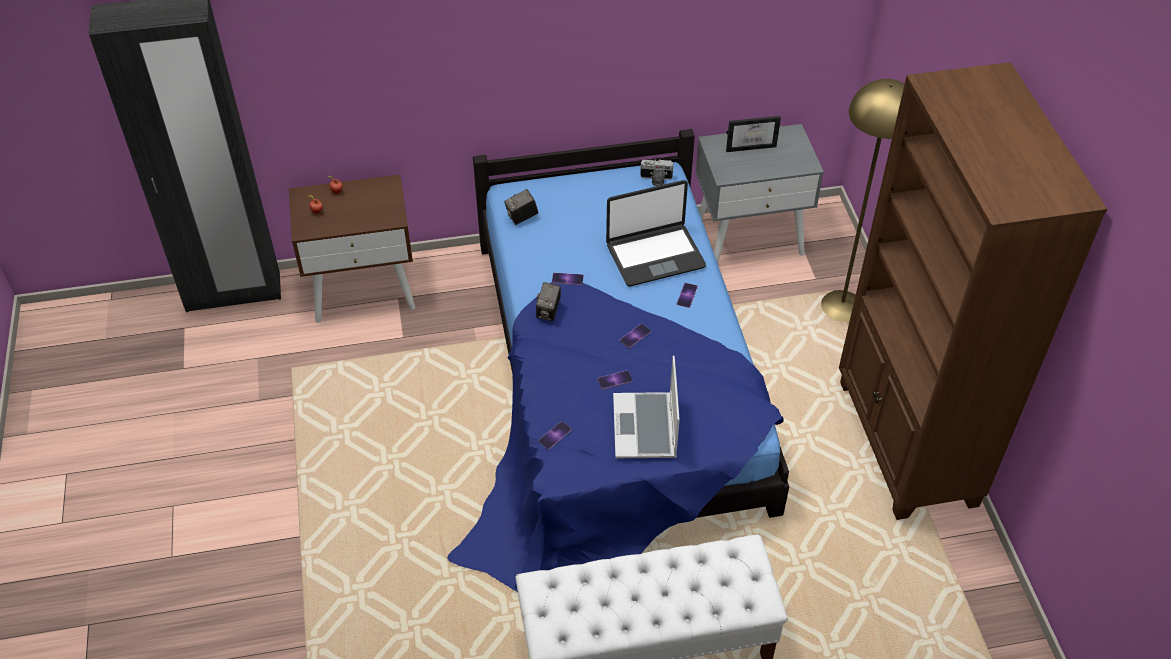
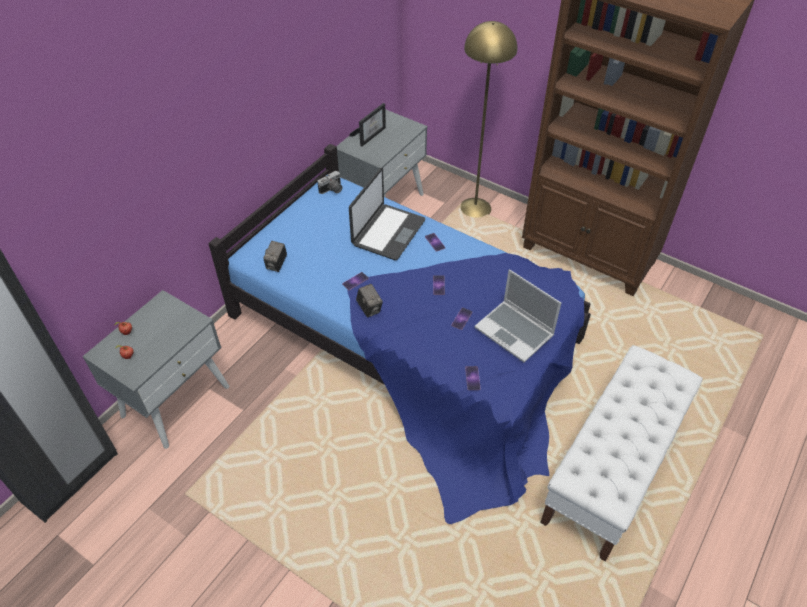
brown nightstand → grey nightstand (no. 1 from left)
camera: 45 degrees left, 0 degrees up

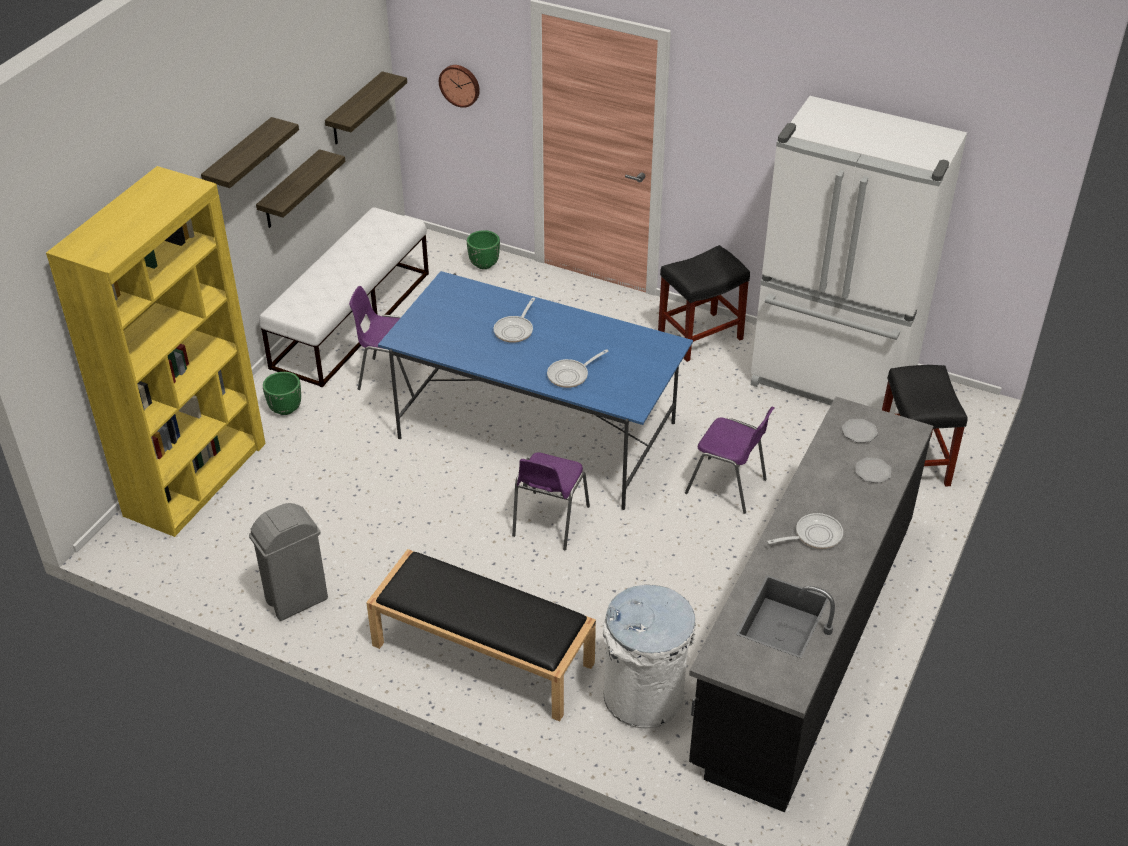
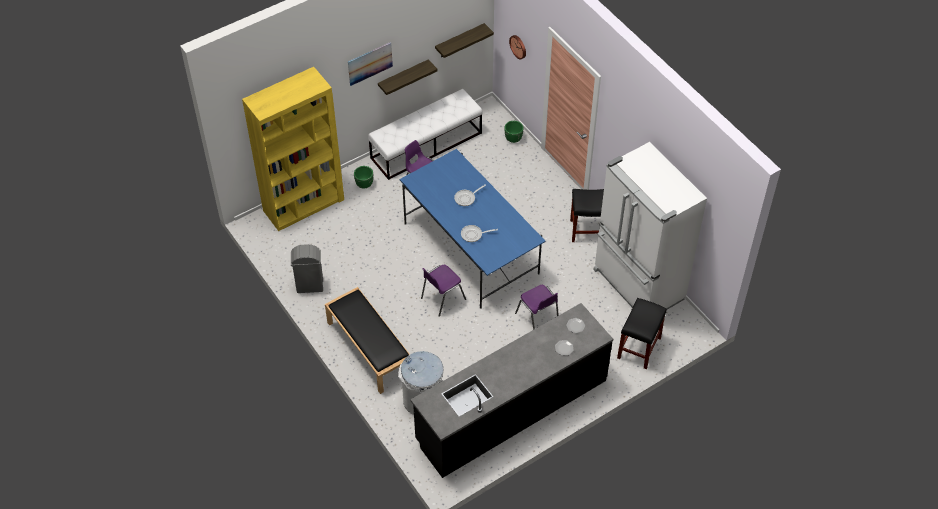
shelf (no. 1 from left) → picture
frying pan (no. 3 from left) → -
camera: 30 degrees right, 10 degrees up

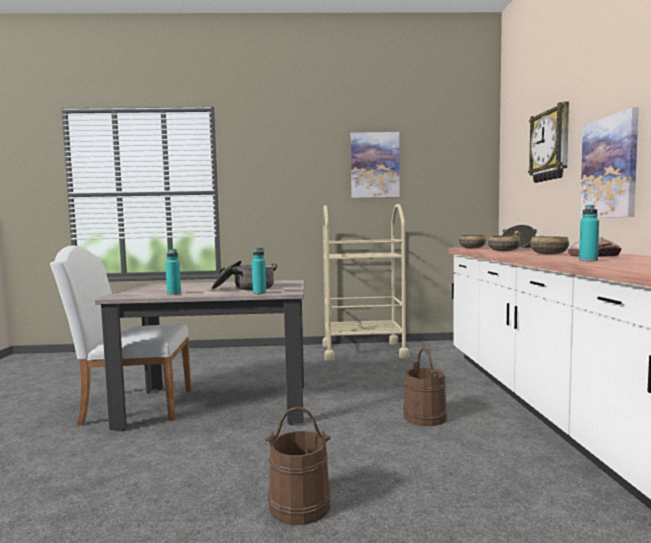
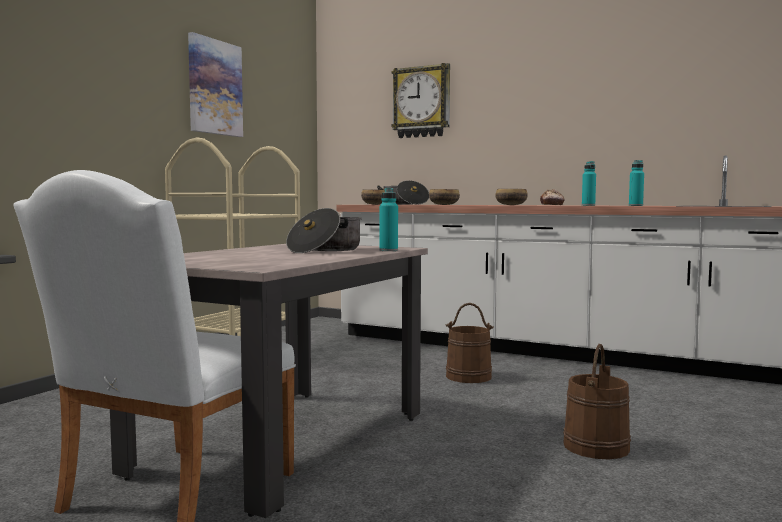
turquoise bottle (no. 1 from left in the first image) → turquoise bottle (no. 3 from left), relocated
picture (no. 2 from left) → -
camera: 60 degrees left, 0 degrees up

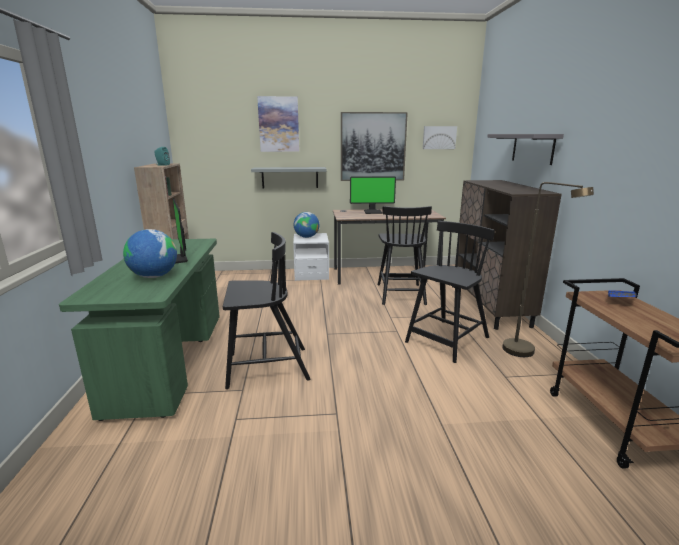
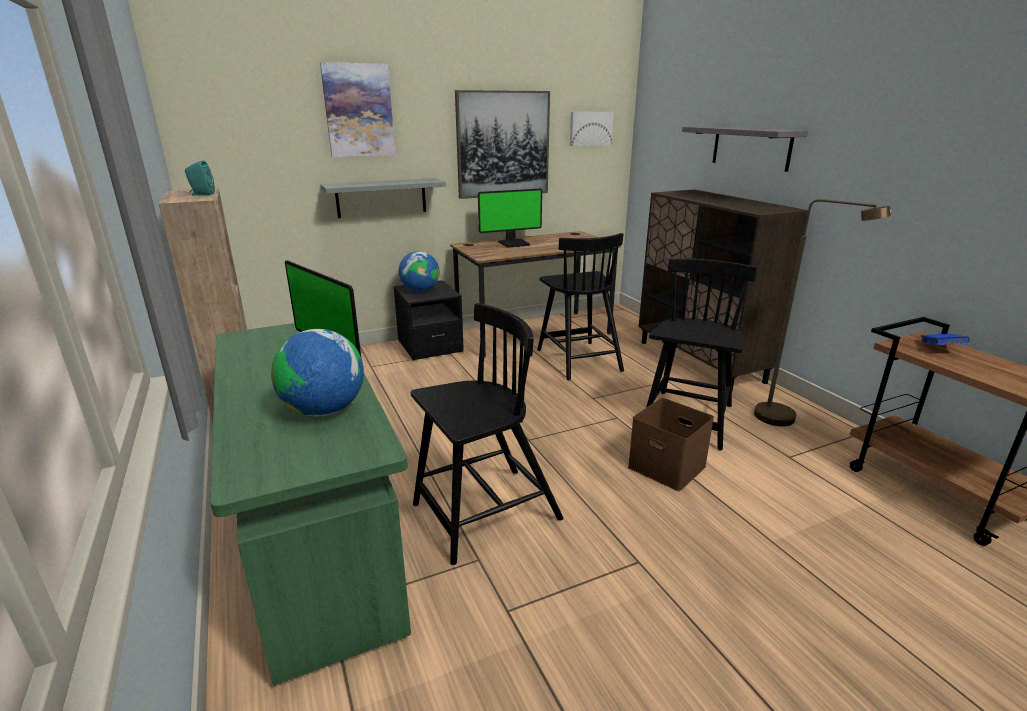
white nightstand → black nightstand
- → brown storage box
camera: 20 degrees left, 5 degrees up

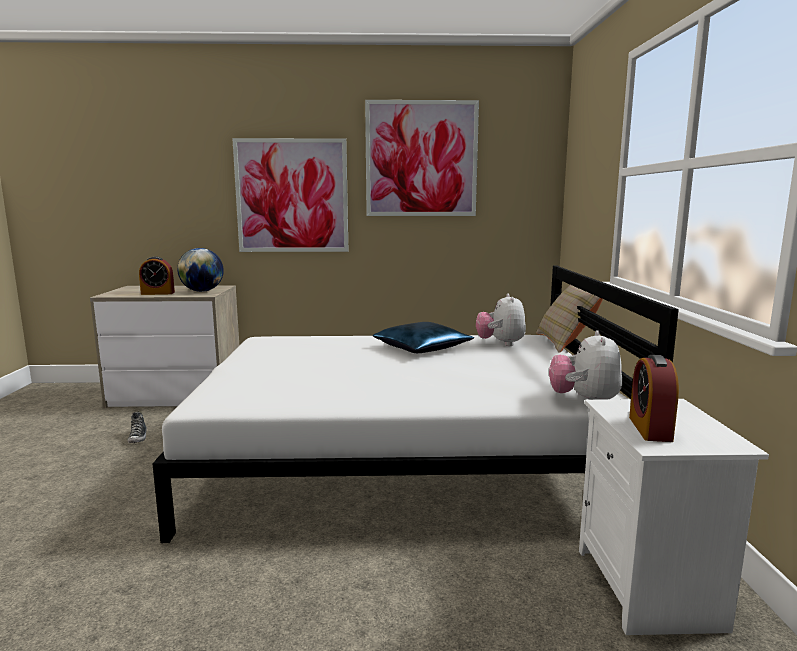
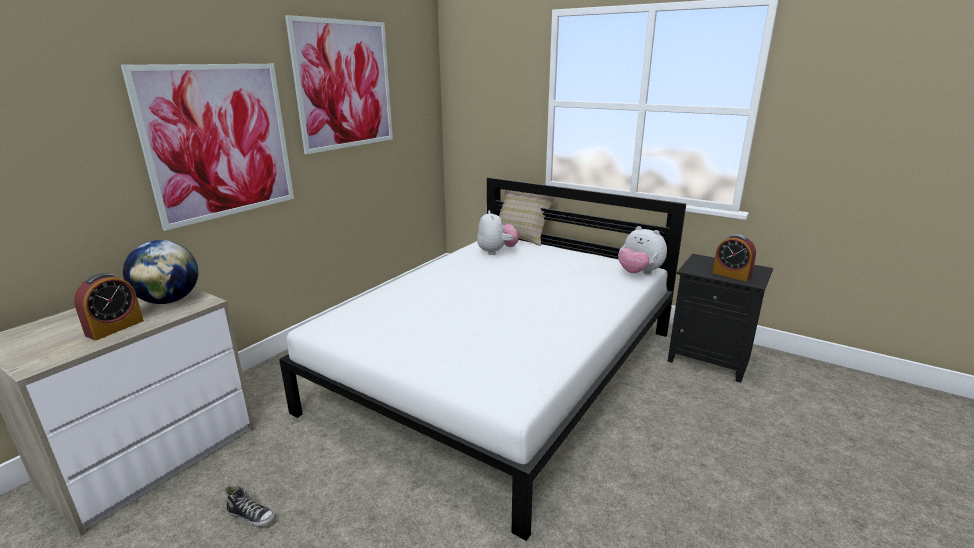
plush toy (no. 1 from left), 135 degrees counterclockwise
white nightstand → black nightstand
blue pillow → -
camera: 55 degrees left, 10 degrees up

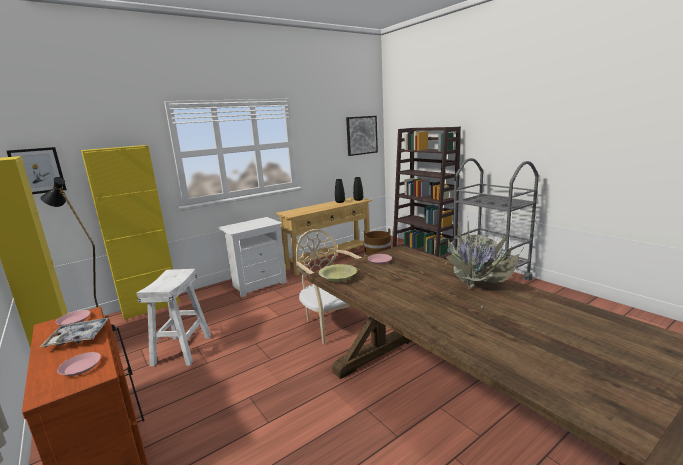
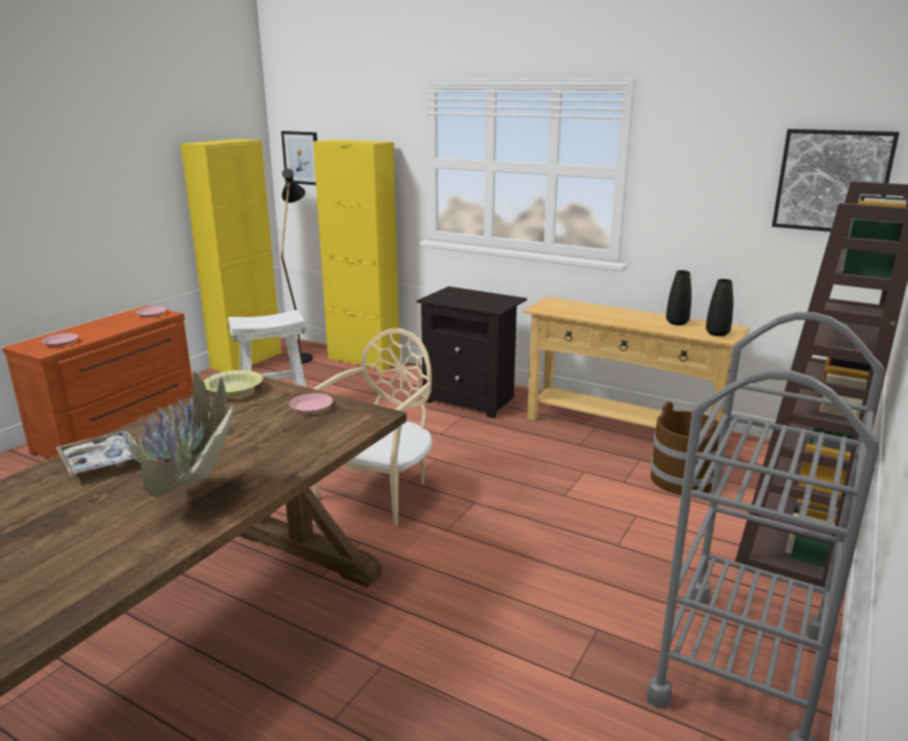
tray, relocated
white nightstand → black nightstand
camera: 65 degrees right, 5 degrees up

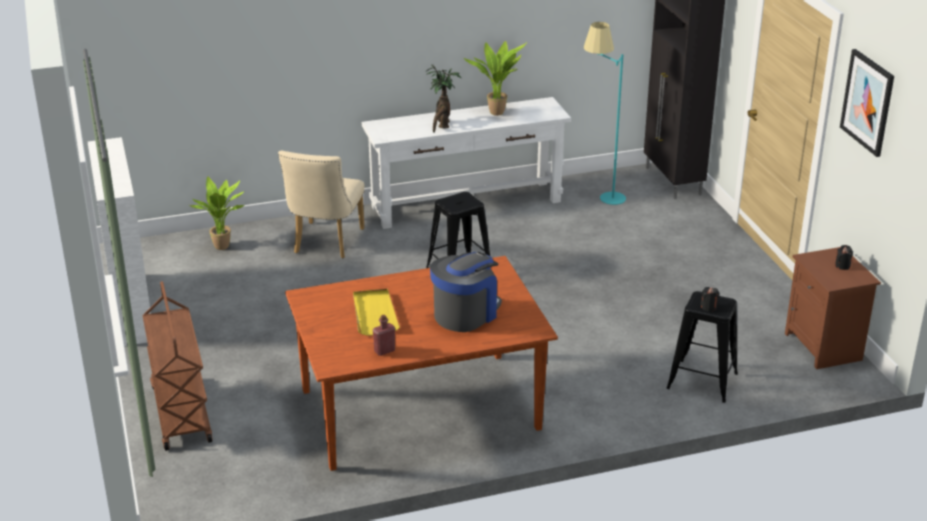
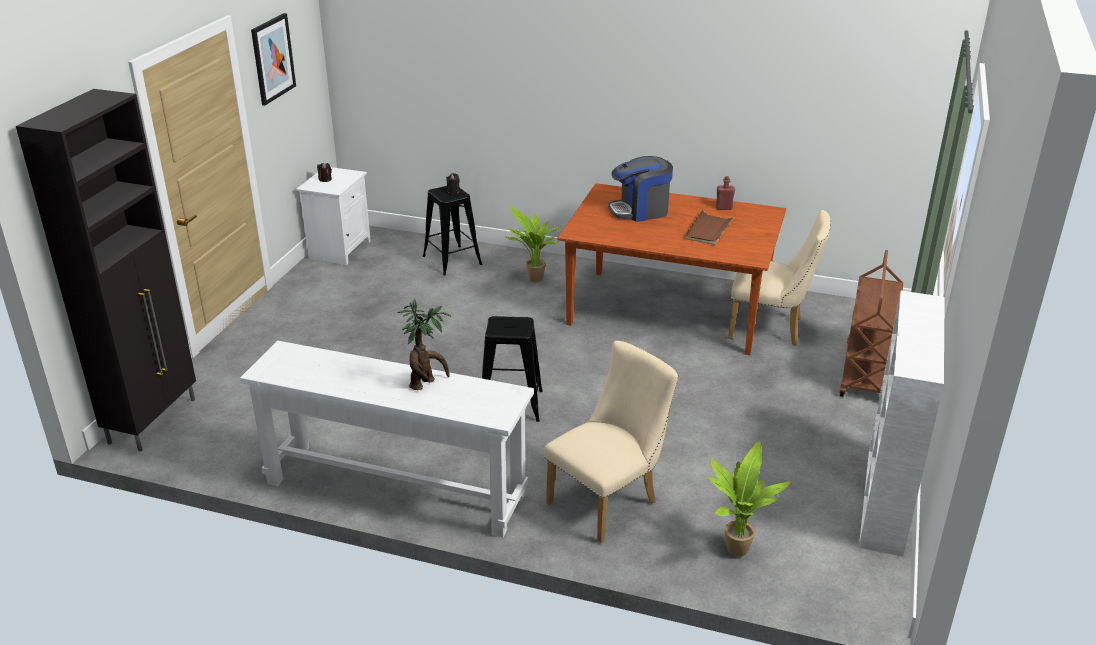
brown nightstand → white nightstand
potted plant (no. 3 from left in the first image) → potted plant (no. 2 from left), relocated
yellow tray → brown tray
- → beige chair (no. 2 from left)
turquoise floor lamp → -
camera: 145 degrees left, 0 degrees up

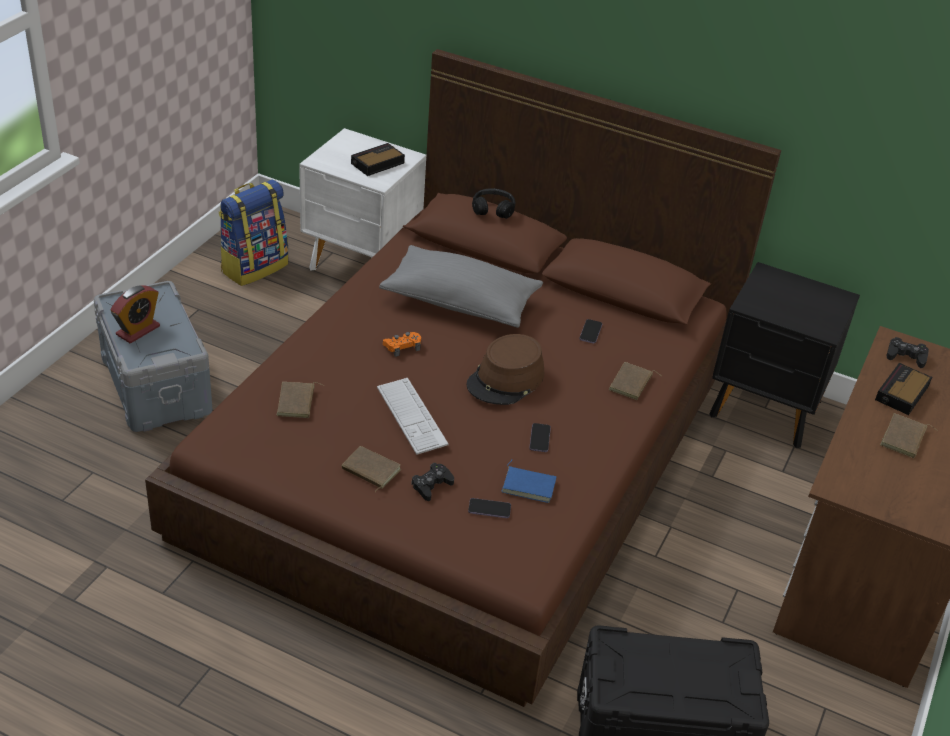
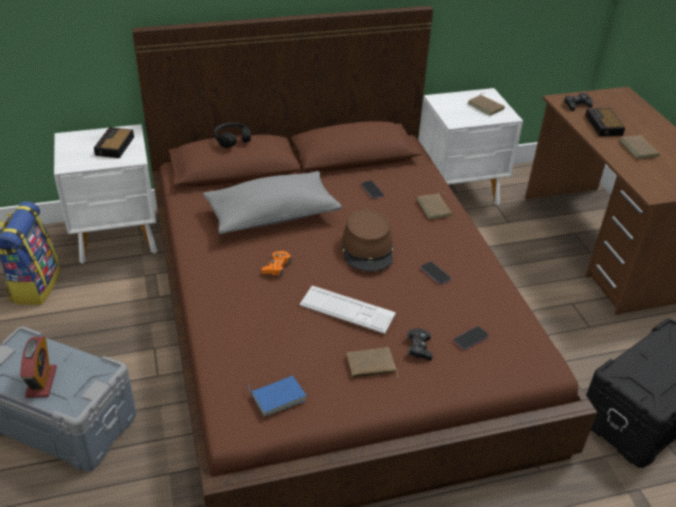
blue book, relocated
black nightstand → white nightstand (no. 2 from left)
brown book (no. 1 from left in the first image) → brown book (no. 3 from left), relocated
camera: 40 degrees left, 0 degrees up

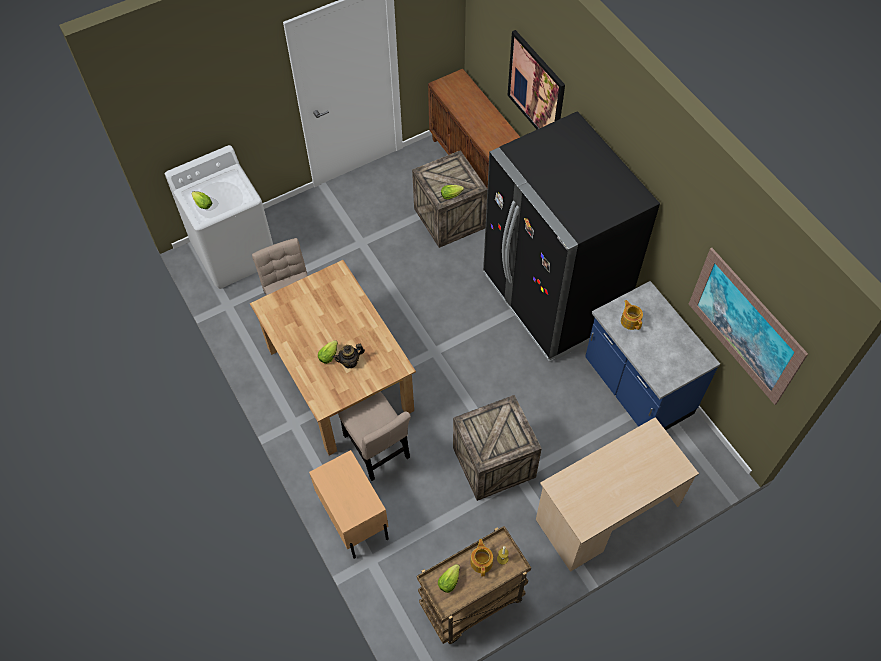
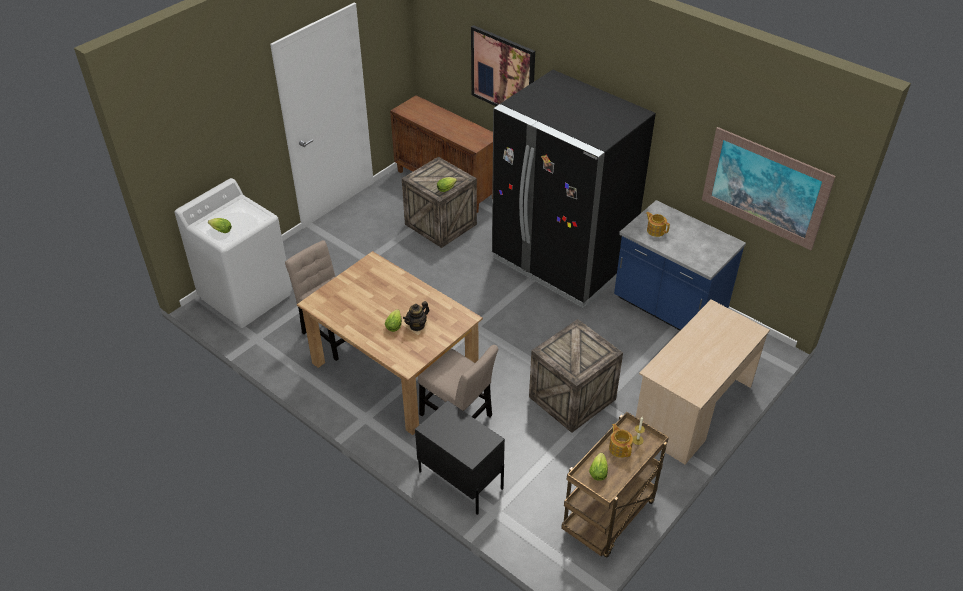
beige nightstand → black nightstand
camera: 20 degrees left, 15 degrees down

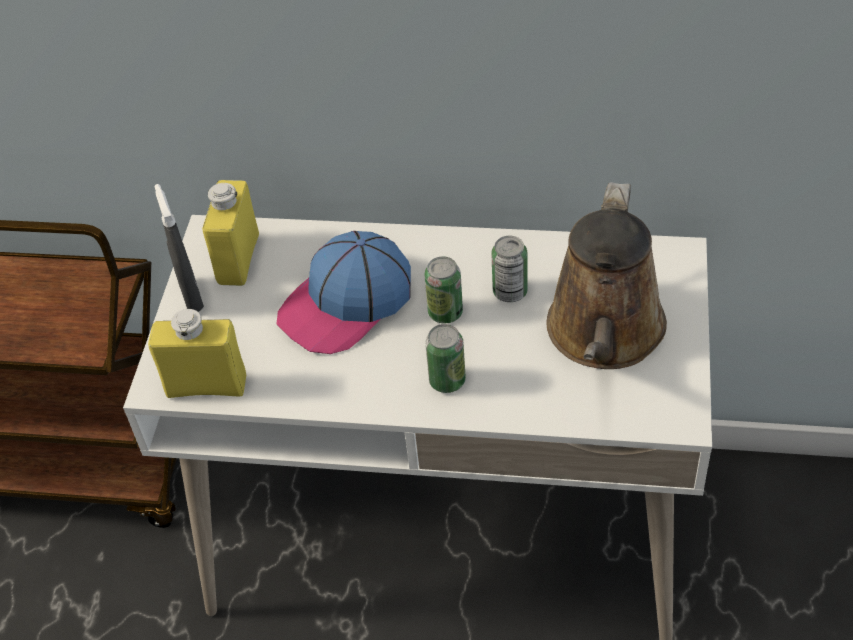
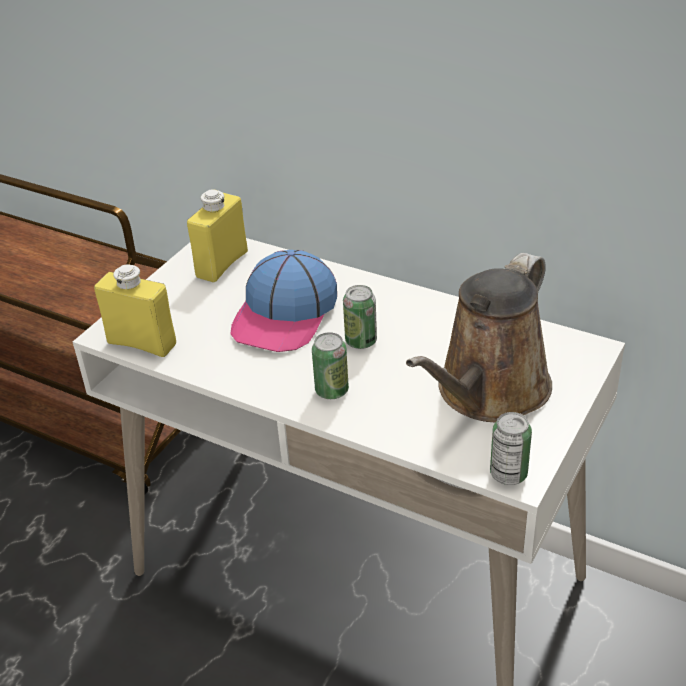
cap, 45 degrees counterclockwise
can (no. 3 from left), relocated
grey spray bottle → -
camera: 20 degrees right, 10 degrees down

